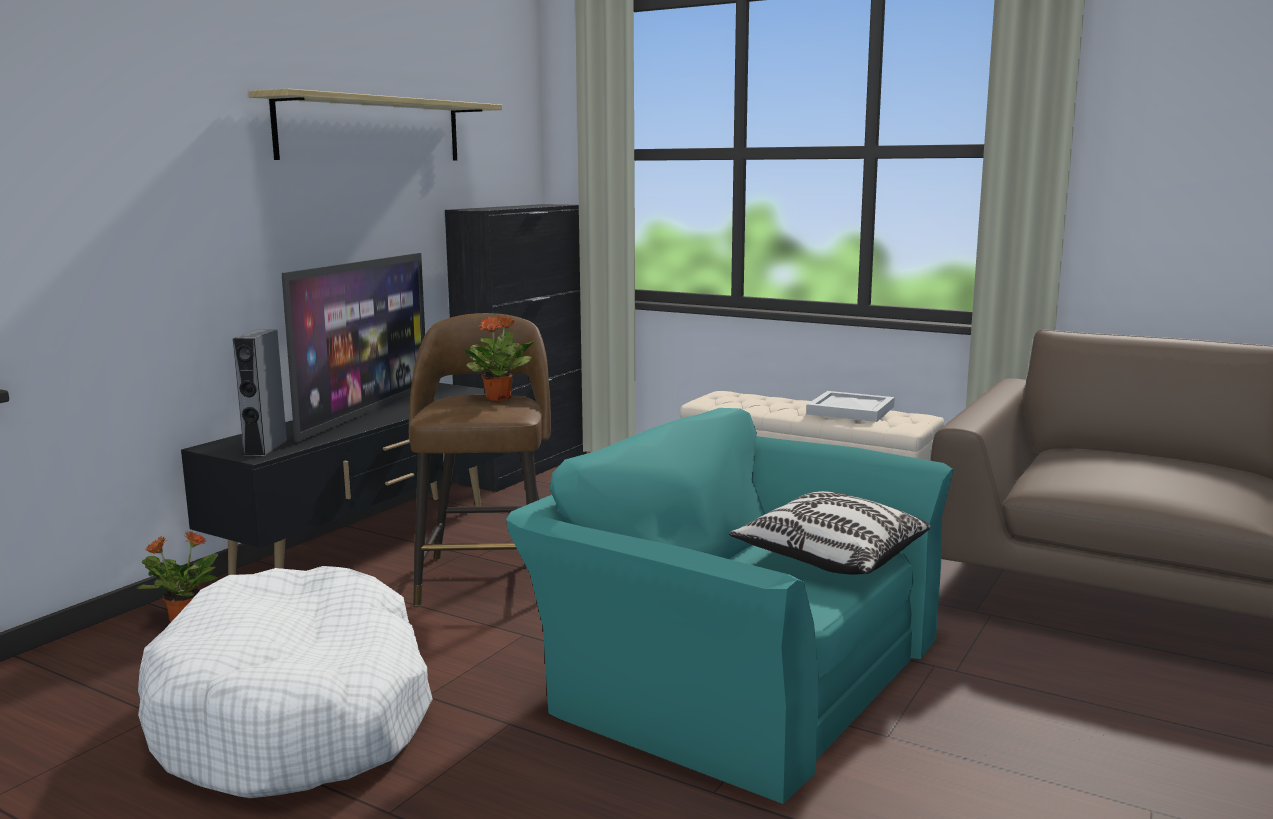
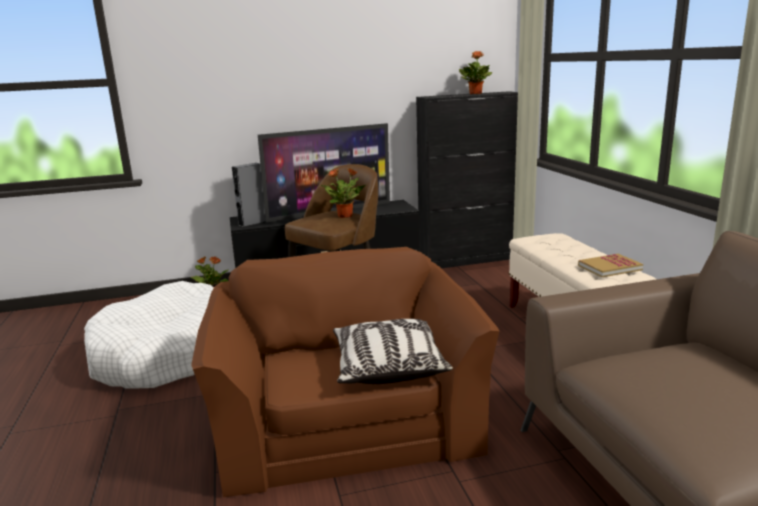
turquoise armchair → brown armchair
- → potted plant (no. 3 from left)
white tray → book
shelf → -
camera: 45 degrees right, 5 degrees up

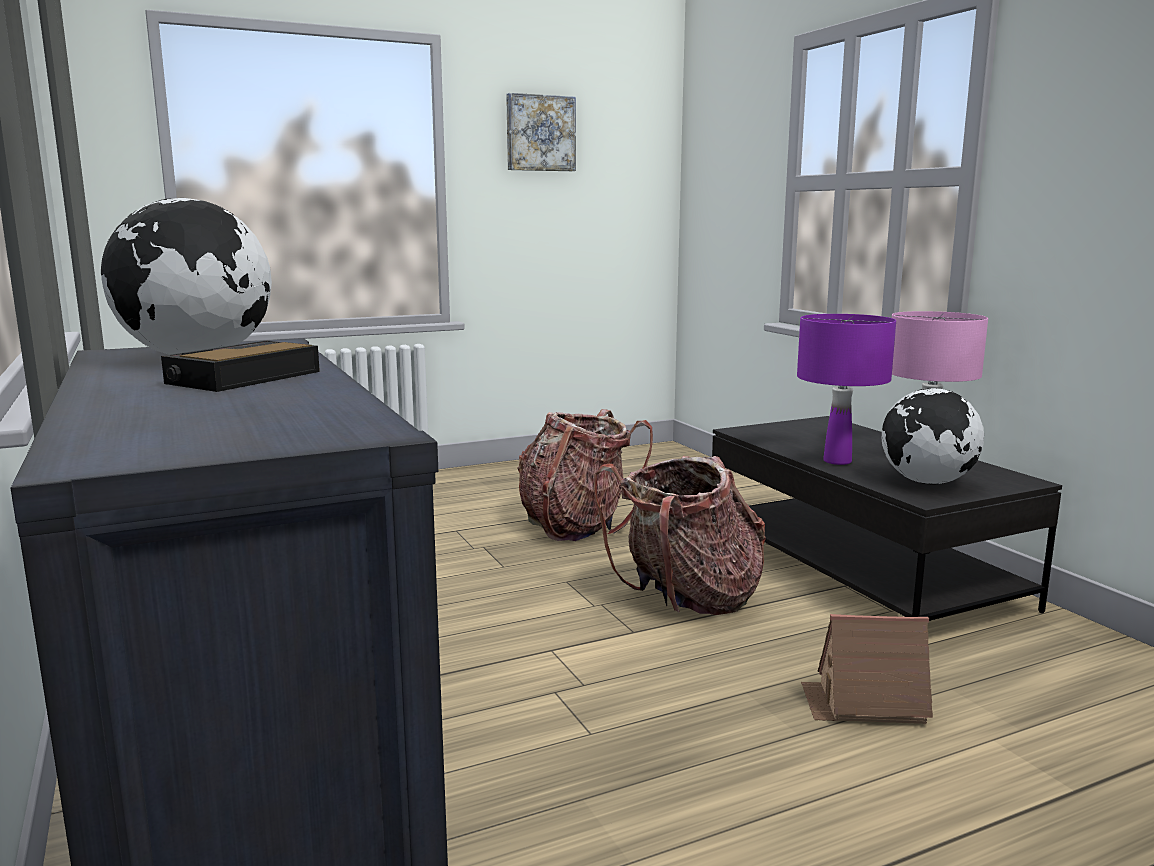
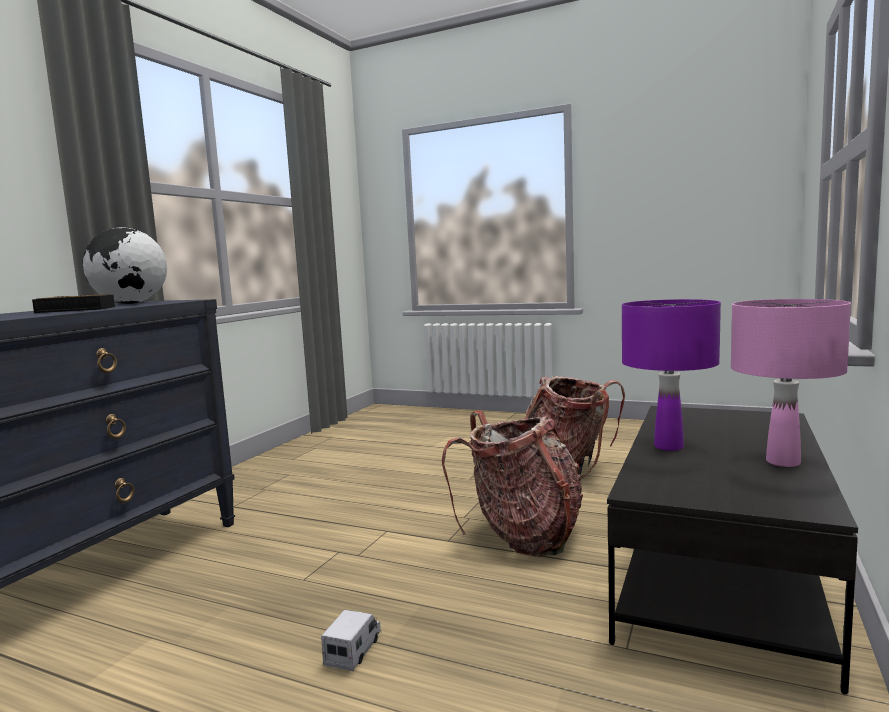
- → toy truck
picture → -
toy house → -
globe (no. 2 from left) → -
camera: 50 degrees right, 5 degrees down

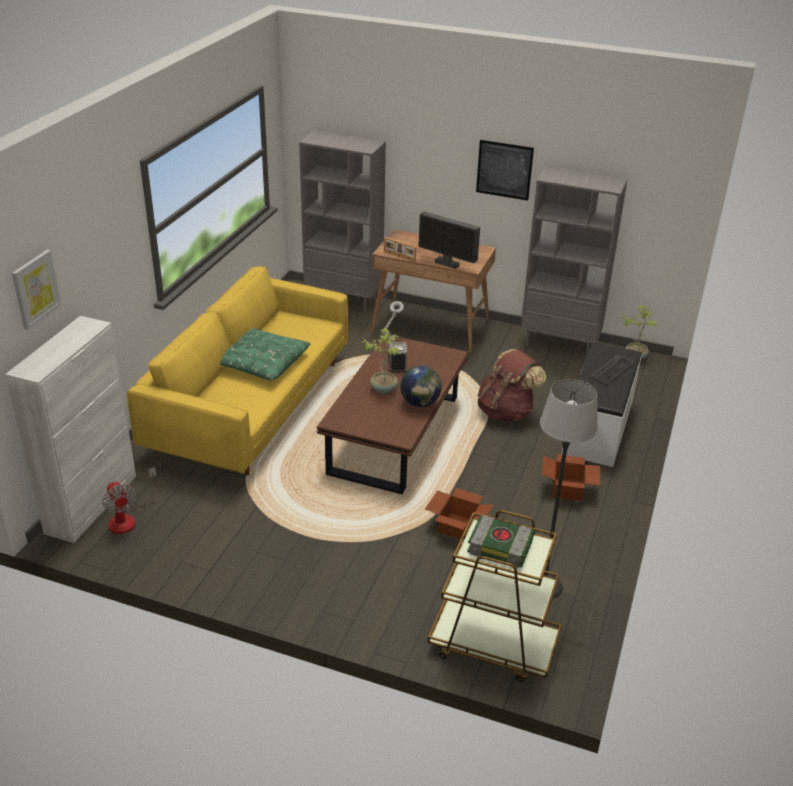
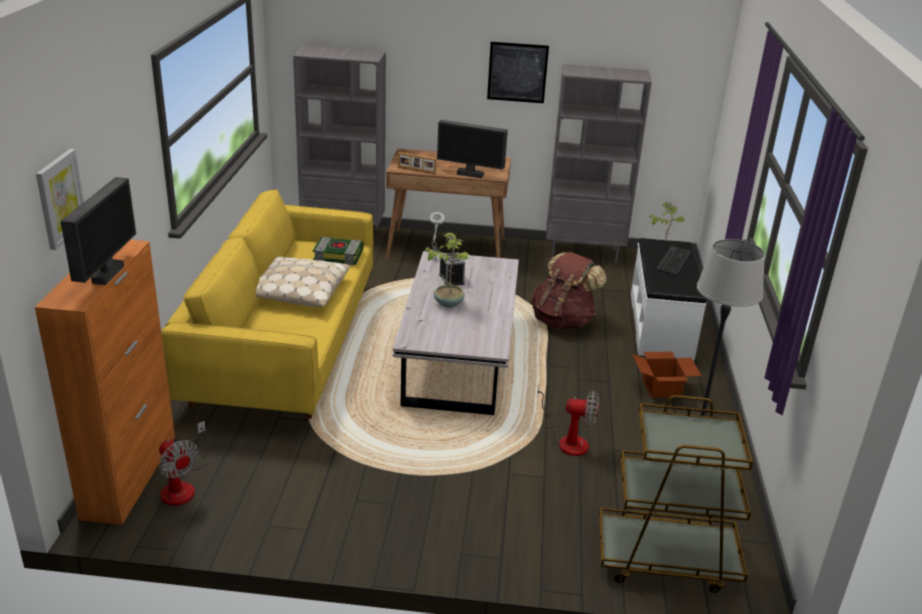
white cabinet → orange cabinet
- → monitor (no. 1 from left)
green pillow → beige pillow
book, relocated
brown coffee table → white coffee table
cardboard box (no. 1 from left) → fan (no. 2 from left)
globe → -
camera: 15 degrees left, 5 degrees down

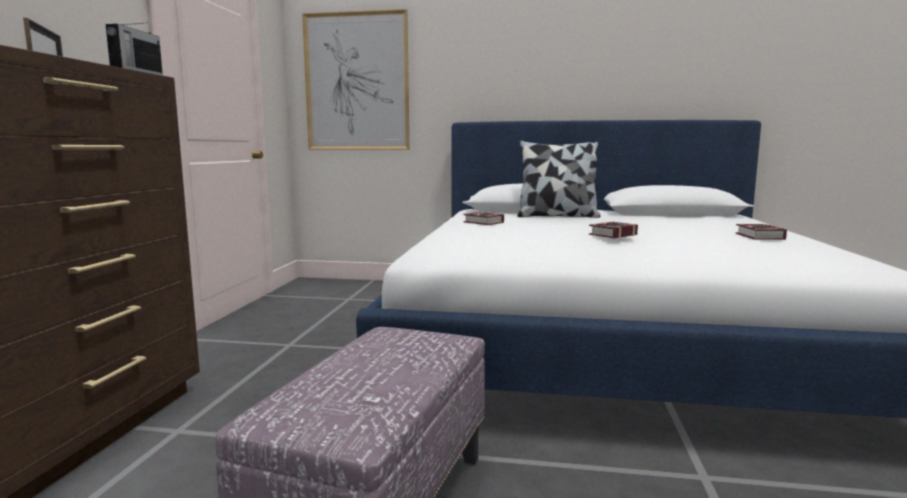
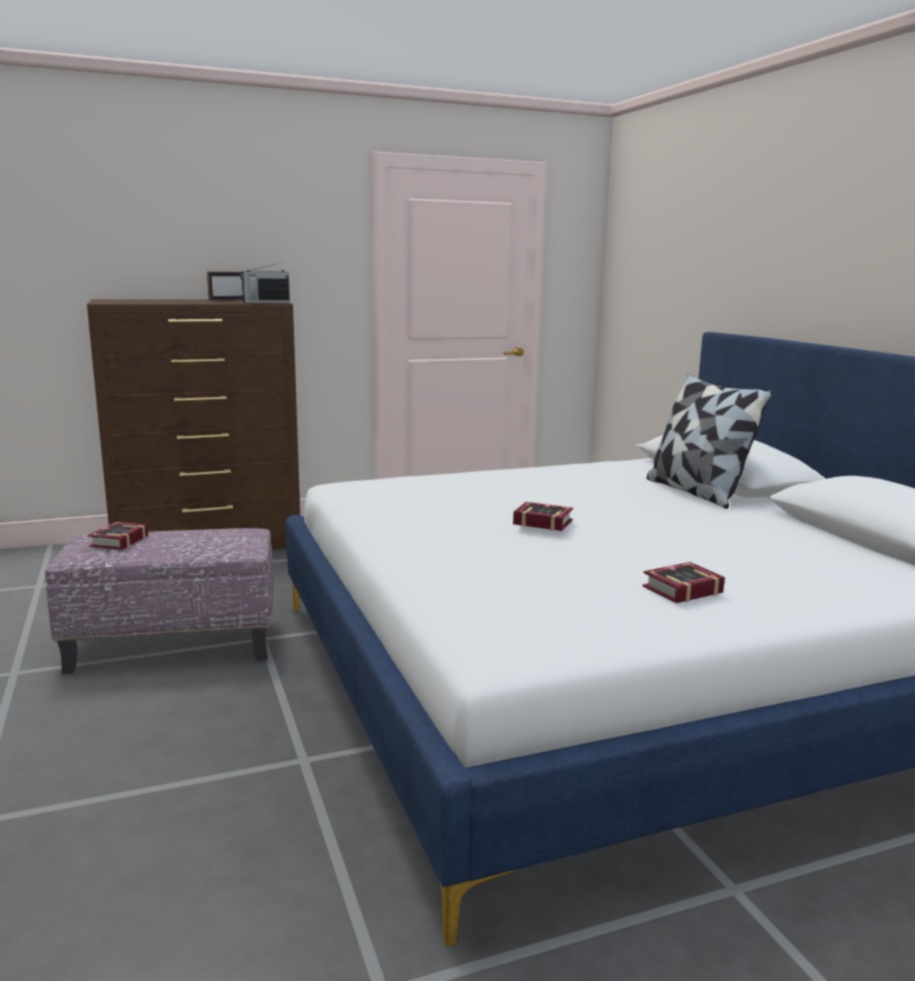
book (no. 1 from left), relocated
picture → -
camera: 60 degrees right, 5 degrees up

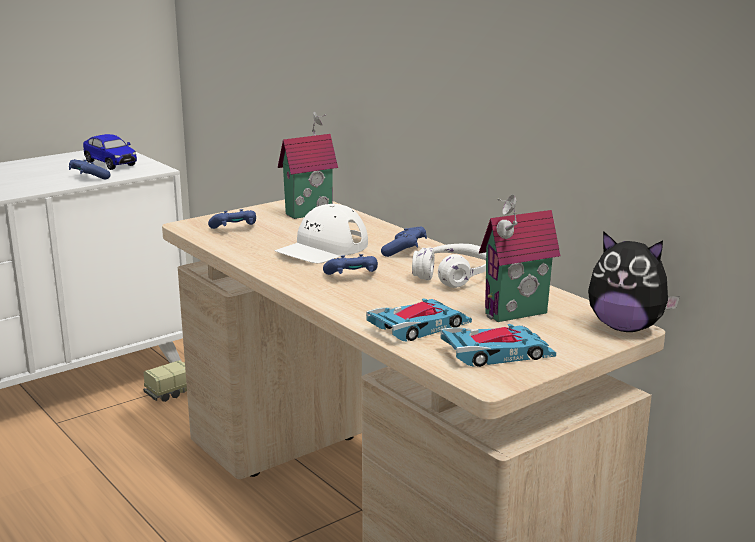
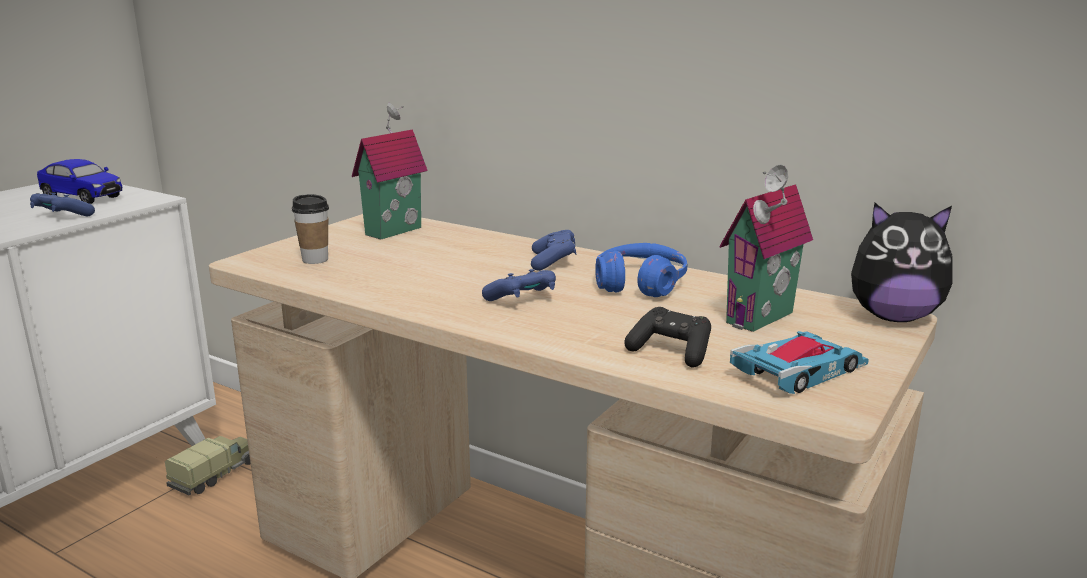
blue game controller (no. 2 from left) → cup
white headphones → blue headphones
toy car (no. 2 from left) → black game controller
white cap → -
camera: 20 degrees left, 0 degrees up

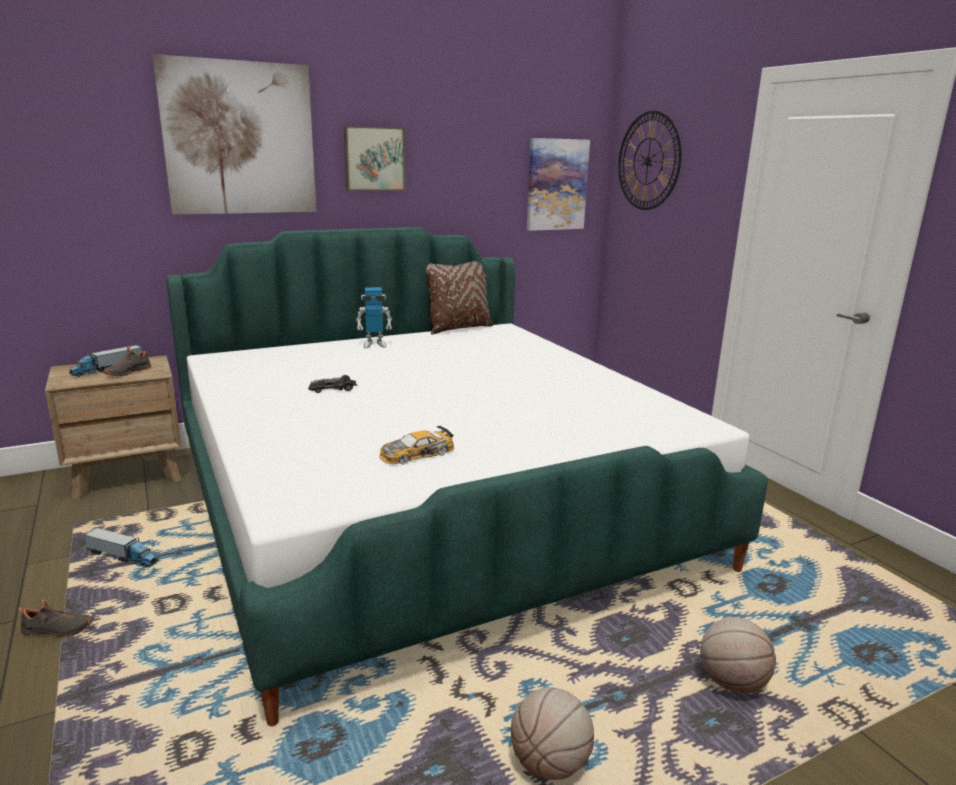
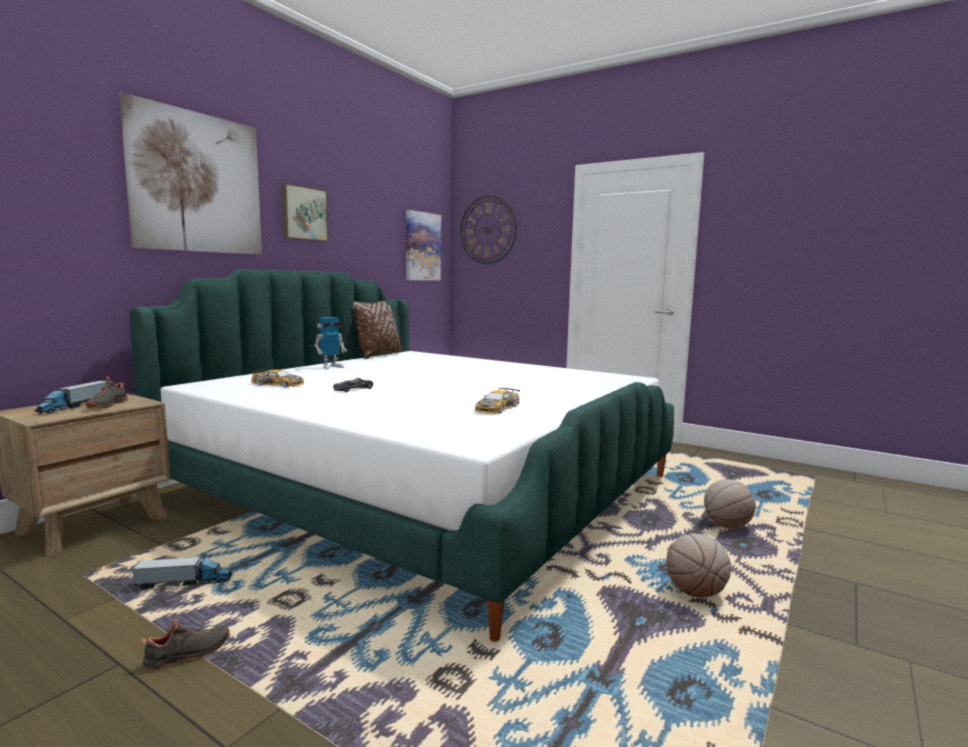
- → toy car (no. 1 from left)
camera: 30 degrees left, 10 degrees down

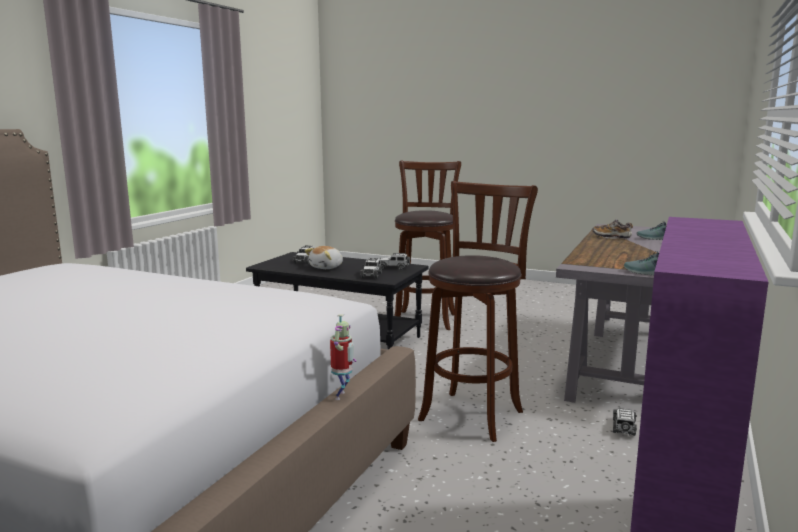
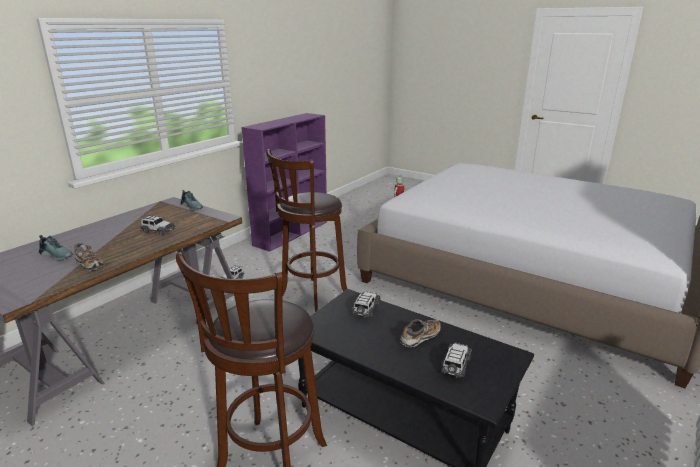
toy car (no. 3 from left in the first image) → toy car (no. 1 from left), relocated
plush toy → shoe (no. 4 from left)
camera: 170 degrees left, 10 degrees up

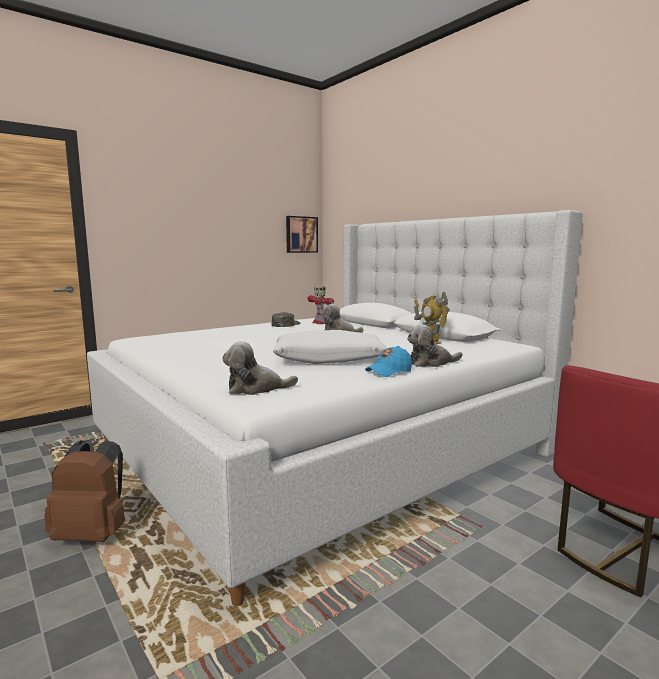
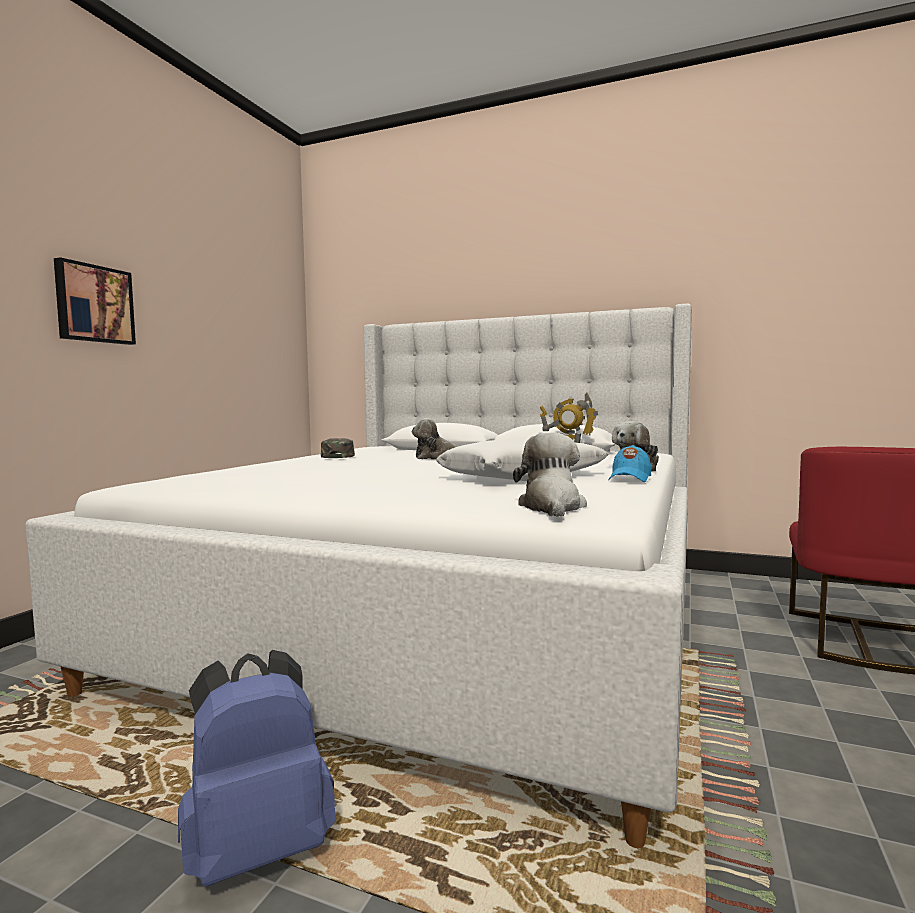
picture, relocated
brown backpack → blue backpack
plush toy (no. 1 from left in the first image) → plush toy (no. 2 from left), 135 degrees clockwise
toy robot (no. 1 from left) → -
camera: 30 degrees left, 5 degrees down

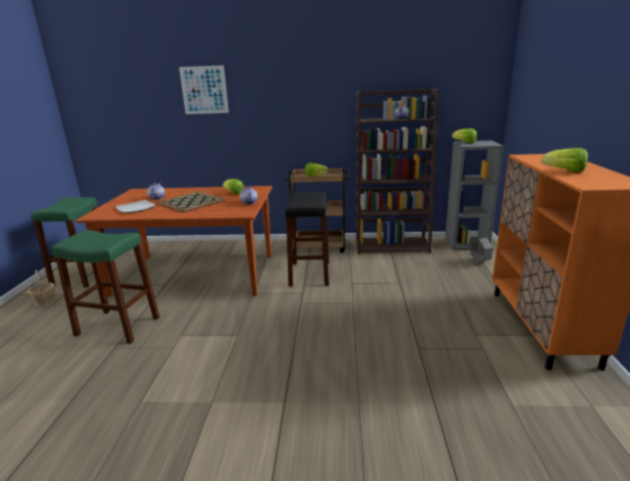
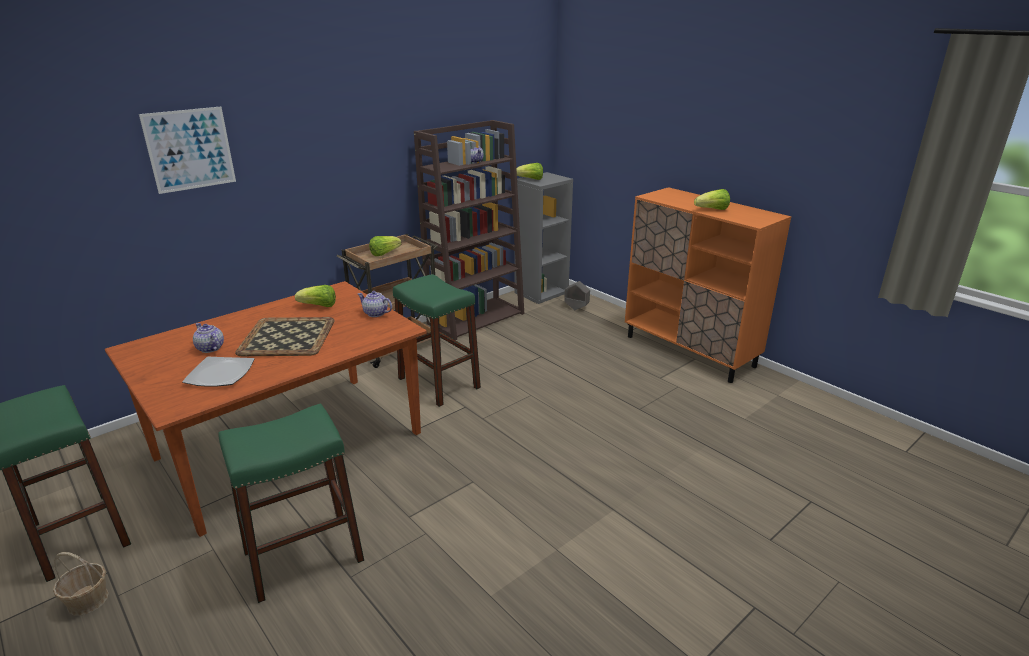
black stool → green stool (no. 3 from left)
camera: 45 degrees left, 5 degrees up

